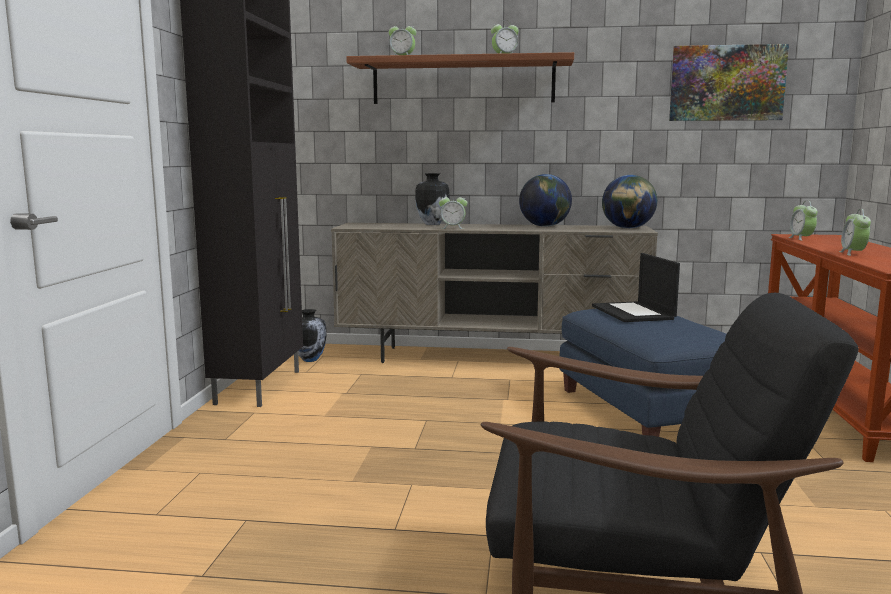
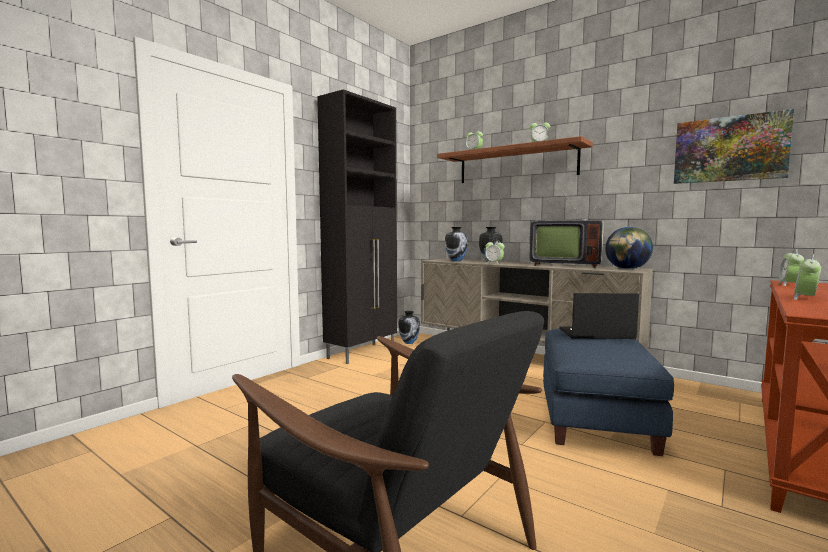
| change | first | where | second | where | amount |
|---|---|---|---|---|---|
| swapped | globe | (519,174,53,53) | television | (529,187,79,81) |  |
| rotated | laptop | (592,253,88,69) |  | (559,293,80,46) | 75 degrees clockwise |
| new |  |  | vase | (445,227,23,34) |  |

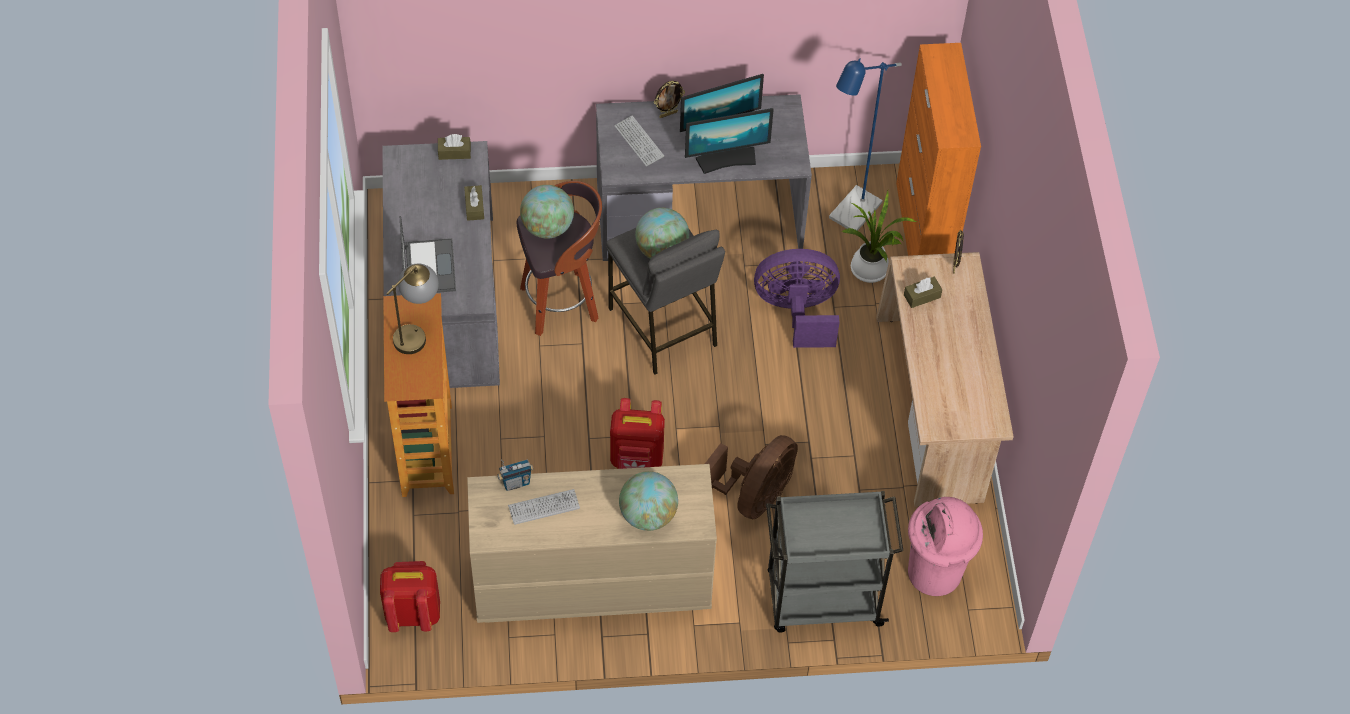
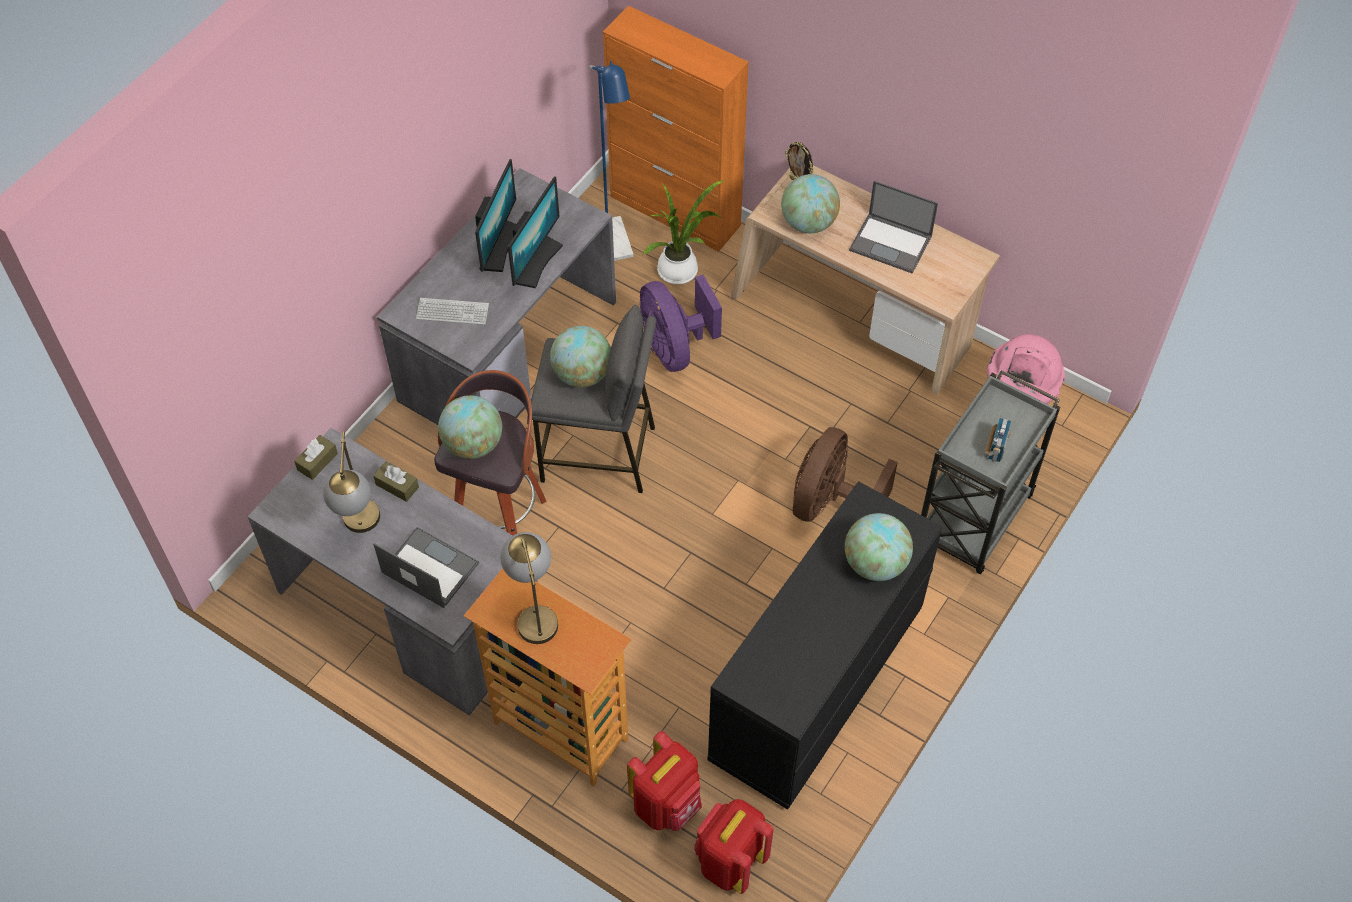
| change | first | where | second | where | amount |
|---|---|---|---|---|---|
| repainted | beige dresser | (467,464,250,159) | black dresser | (707,481,235,329) |  |
| shifted | radio | (498,459,35,32) |  | (985,418,26,44) |  |
| gone | keyboard | (508,489,72,36) |  |  |  |
| shifted | red backpack | (610,398,55,71) |  | (627,731,75,100) |  |
| gone | picture frame | (654,81,31,37) |  |  |  |
| rotated | brown fan | (705,435,93,84) |  | (793,427,105,95) | 135 degrees counterclockwise |
| rotated | purple fan | (754,249,86,99) |  | (640,275,82,97) | 60 degrees counterclockwise |
| swapped | brown tissue box | (904,277,38,31) | globe | (781,174,59,59) |  |
| new |  |  | table lamp | (323,431,57,102) |  |
| new |  |  | laptop | (849,181,89,93) |  |

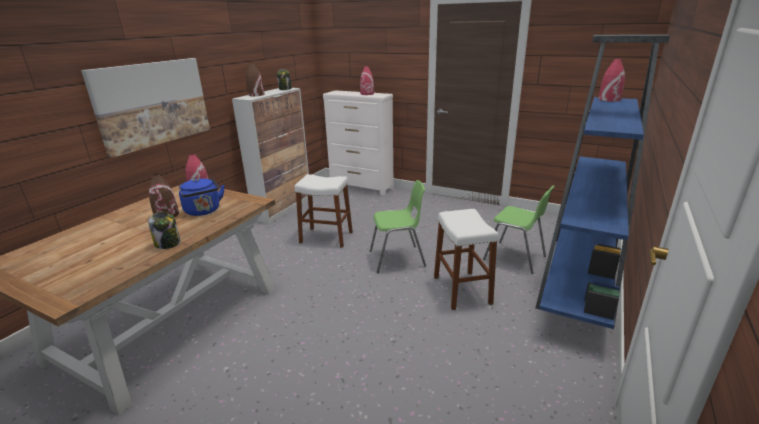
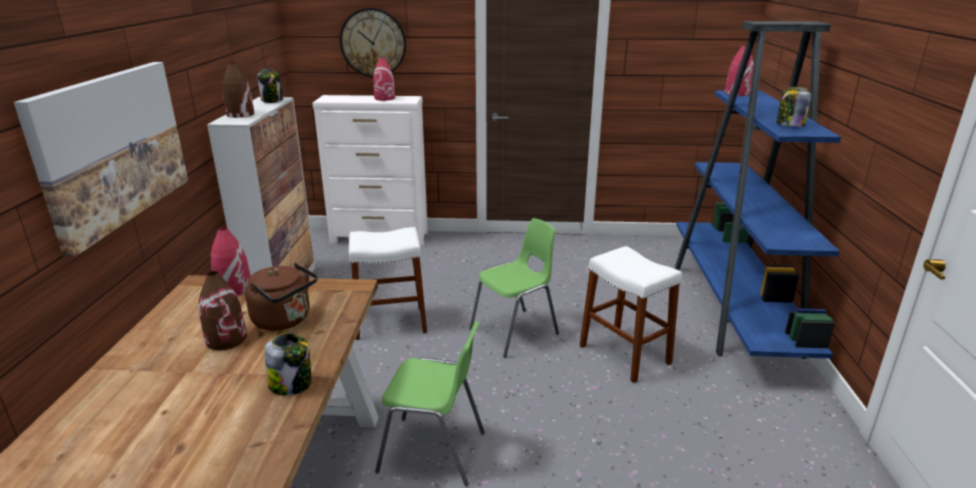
| change | first | where | second | where | amount |
|---|---|---|---|---|---|
| repainted | blue kettle | (179,178,45,38) | brown kettle | (245,263,73,68) |  |
| shifted | green chair | (483,186,72,88) |  | (375,321,110,165) |  |
| new |  |  | wall clock | (340,8,66,69) |  |
| new |  |  | jar | (776,87,35,40) |  |

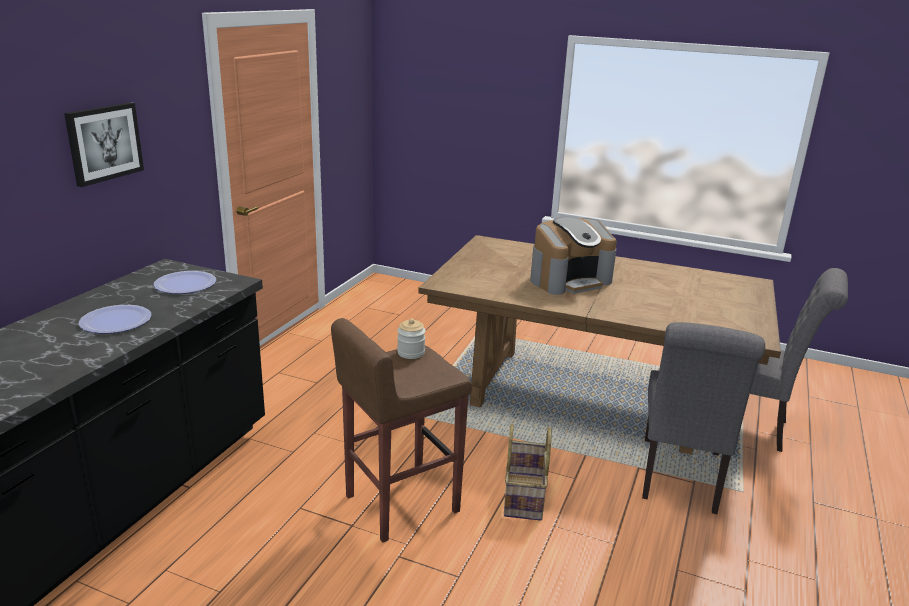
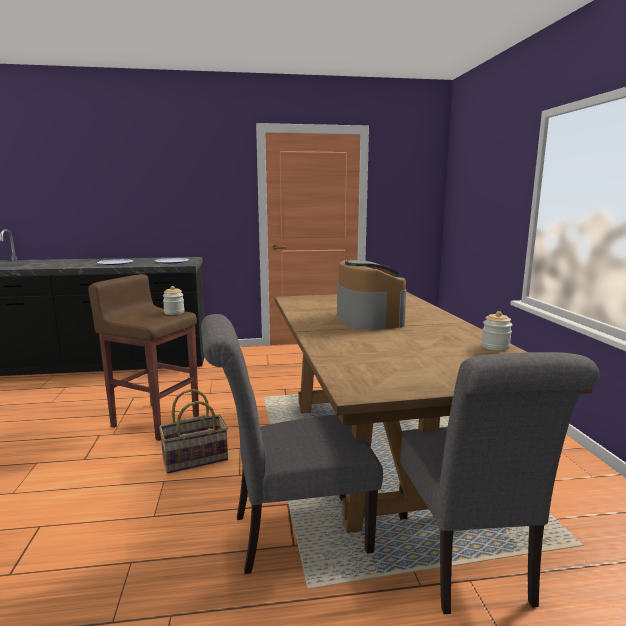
| change | first | where | second | where | amount |
|---|---|---|---|---|---|
| gone | picture | (64,102,80,85) |  |  |  |
| rotated | coffee machine | (530,217,87,78) |  | (337,260,70,70) | 135 degrees counterclockwise |
| new |  |  | jar | (481,311,31,40) |  |

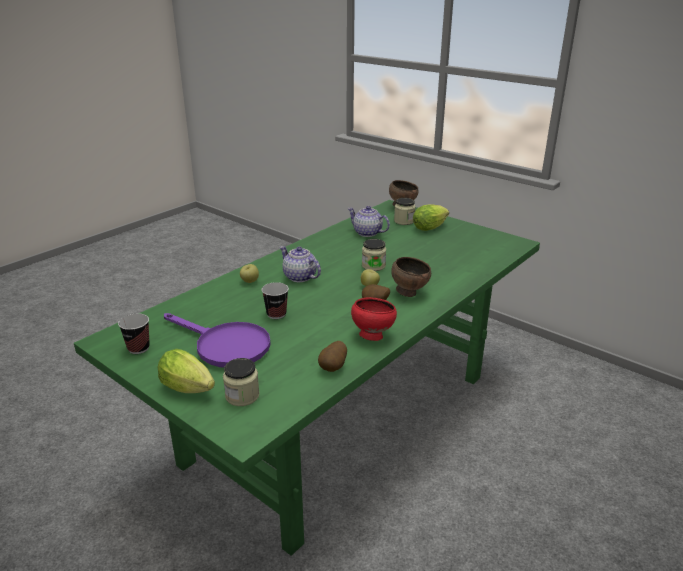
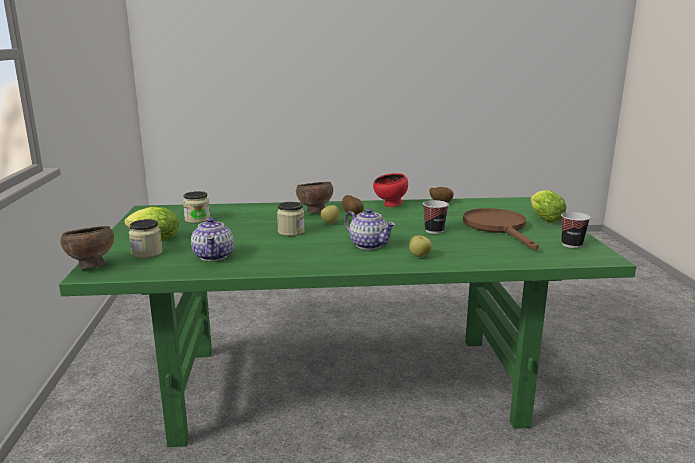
| change | first | where | second | where | amount |
|---|---|---|---|---|---|
| repainted | purple frying pan | (164,313,107,55) | brown frying pan | (463,208,76,42) |  |
| shifted | jar | (223,358,37,48) |  | (183,191,27,32) |  |
| rotated | teapot | (280,246,41,36) |  | (344,208,52,42) | 45 degrees counterclockwise |

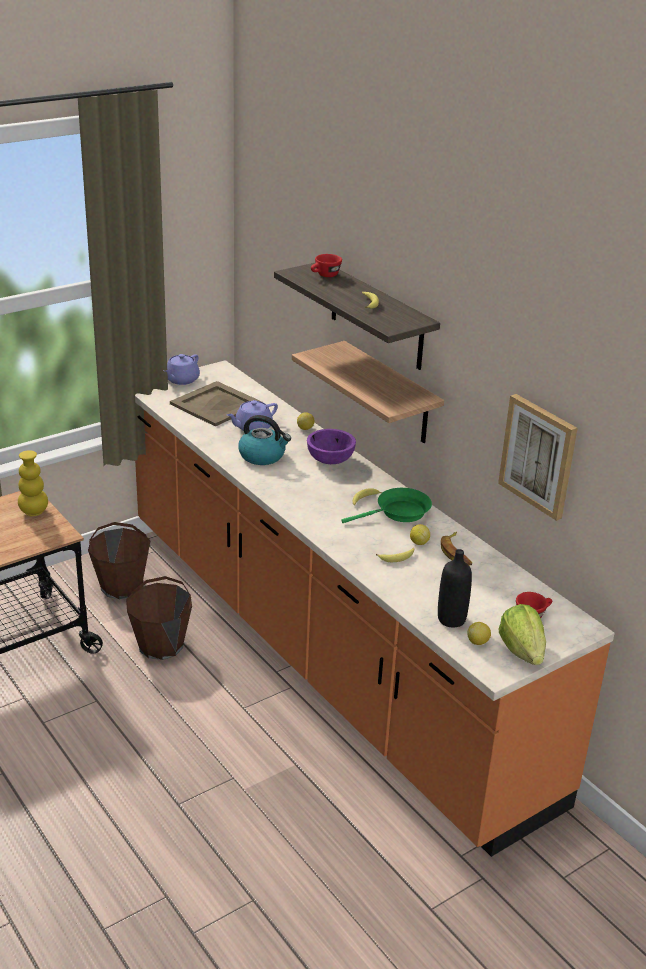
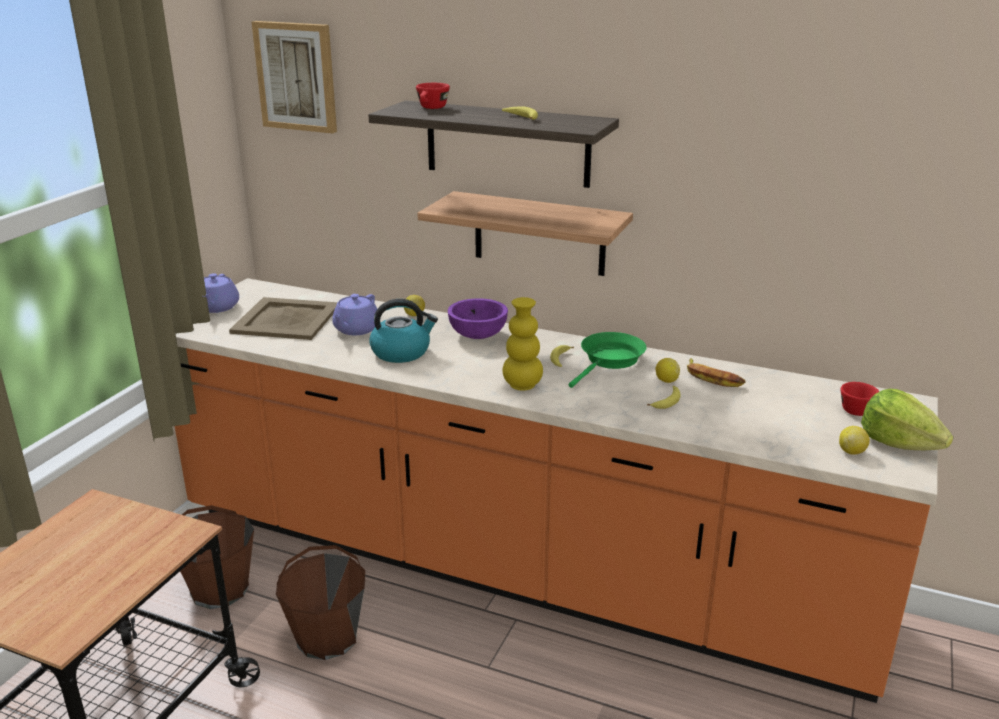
| change | first | where | second | where | amount |
|---|---|---|---|---|---|
| shifted | yellow vase | (18,450,30,66) |  | (503,297,40,94) |  |
| gone | black bottle | (438,549,34,78) |  |  |  |
| shifted | picture | (498,394,80,127) |  | (252,21,85,113) |  |

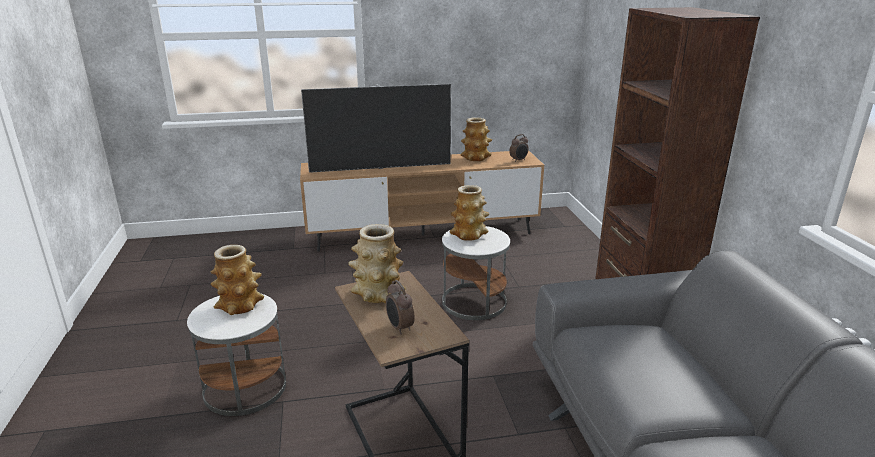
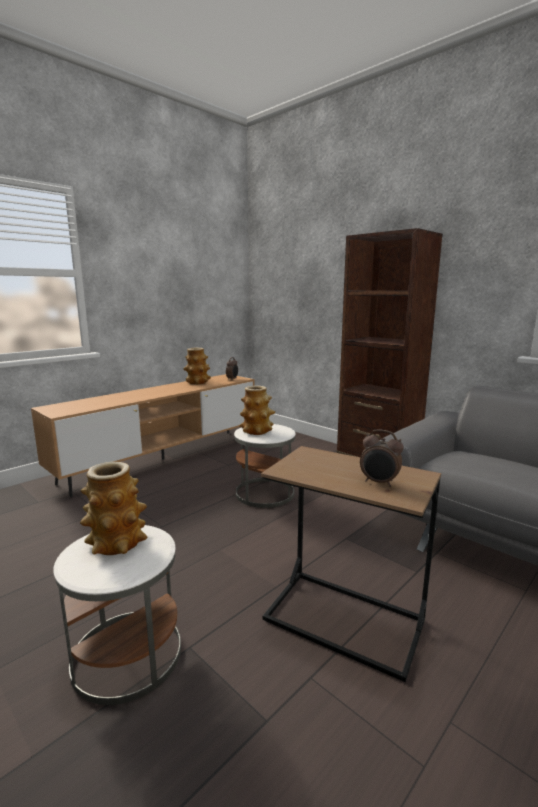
| change | first | where | second | where | amount |
|---|---|---|---|---|---|
| gone | television | (301,84,150,89) |  |  |  |
| gone | vase | (348,224,58,79) |  |  |  |

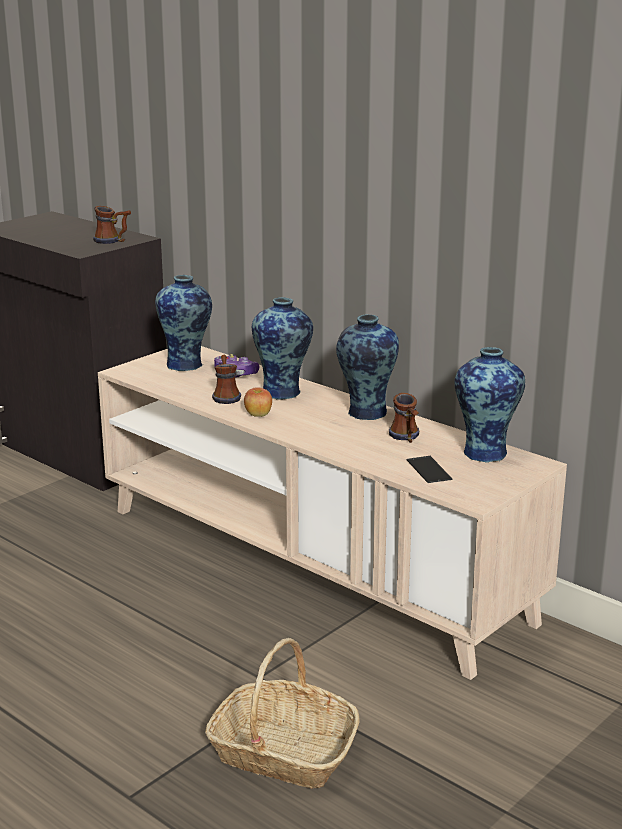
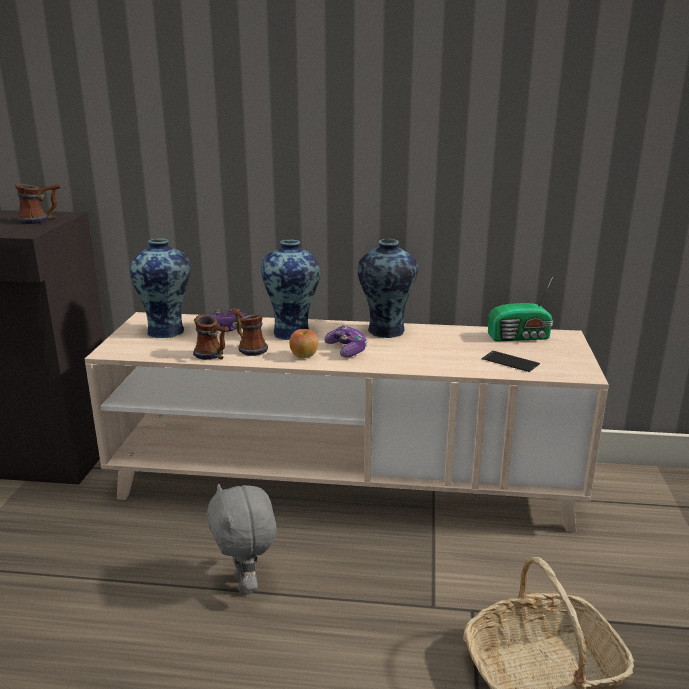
| change | first | where | second | where | amount |
|---|---|---|---|---|---|
| shifted | mug | (389,393,30,50) |  | (193,315,36,45) |  |
| swapped | vase | (454,347,71,116) | radio | (488,277,65,65) |  |
| new |  |  | grey plush toy | (206,483,71,112) |  |
| new |  |  | game controller | (324,324,44,34) |  |

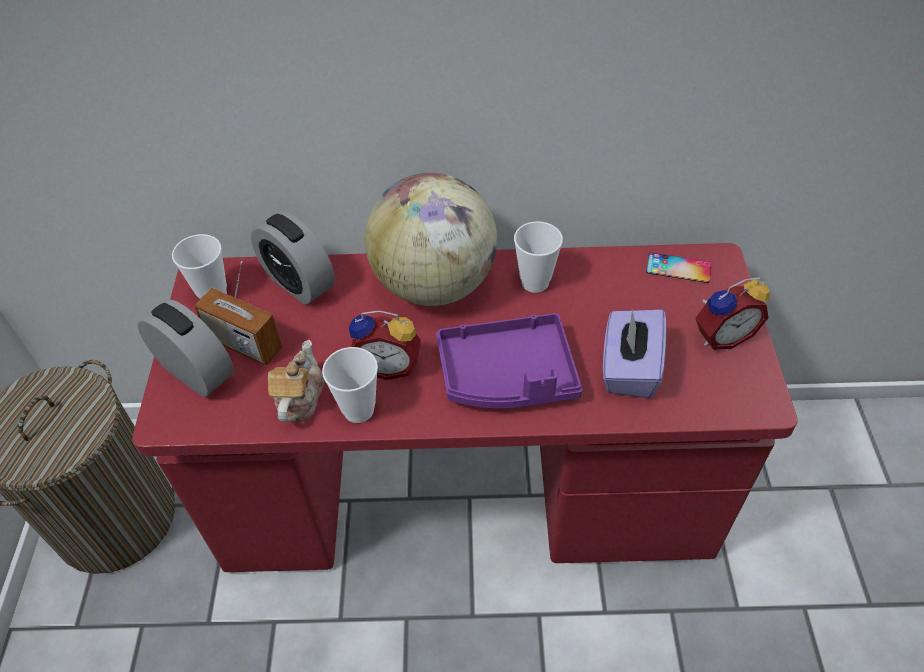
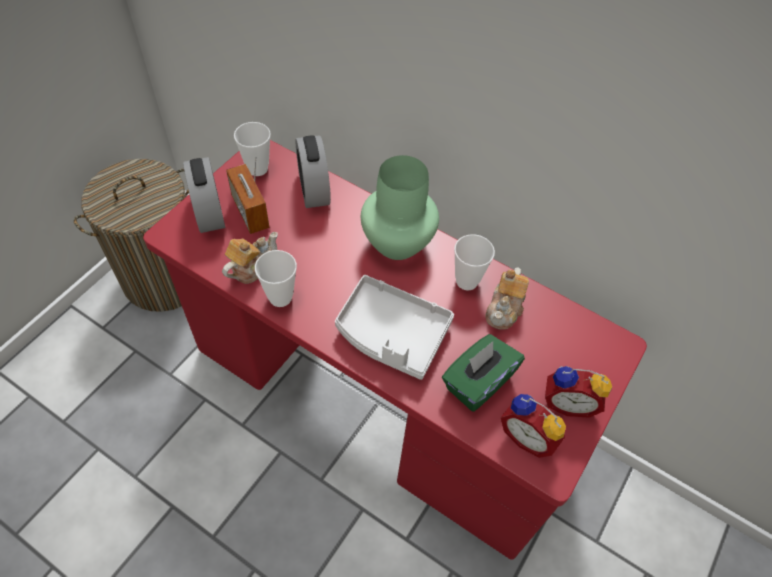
| change | first | where | second | where | amount |
|---|---|---|---|---|---|
| shifted | alarm clock | (349,310,72,70) |  | (501,394,65,64) |  |
| swapped | globe | (365,173,132,133) | green vase | (361,155,78,105) |  |
| repainted | purple tray | (436,313,147,96) | grey tray | (335,275,119,105) |  |
| repainted | purple tissue box | (603,310,63,88) | green tissue box | (442,334,83,78) |  |
| gone | phone | (646,252,65,31) |  |  |  |
| new |  |  | teapot | (485,267,44,63) |  |

